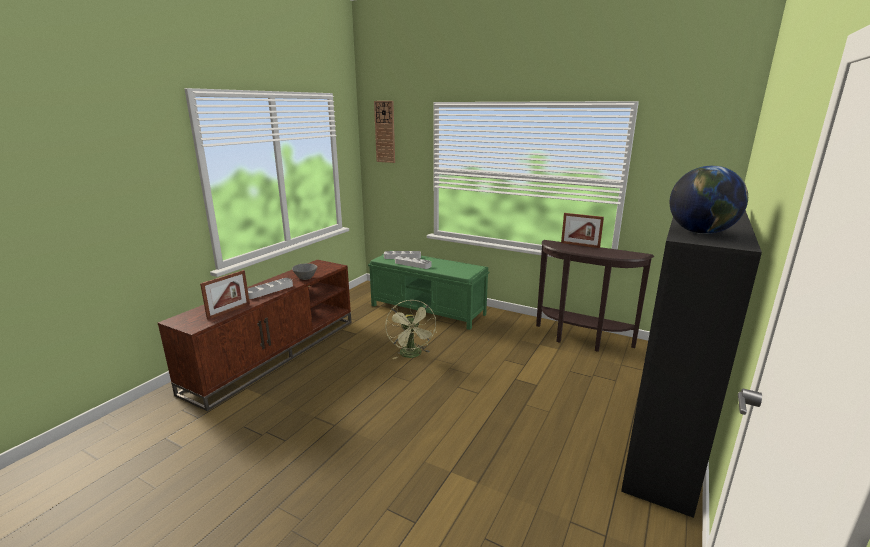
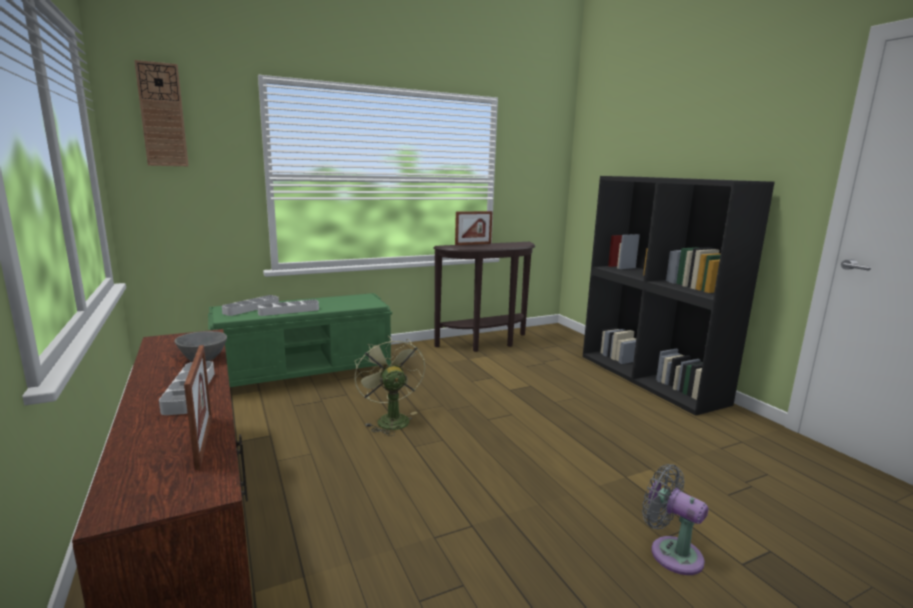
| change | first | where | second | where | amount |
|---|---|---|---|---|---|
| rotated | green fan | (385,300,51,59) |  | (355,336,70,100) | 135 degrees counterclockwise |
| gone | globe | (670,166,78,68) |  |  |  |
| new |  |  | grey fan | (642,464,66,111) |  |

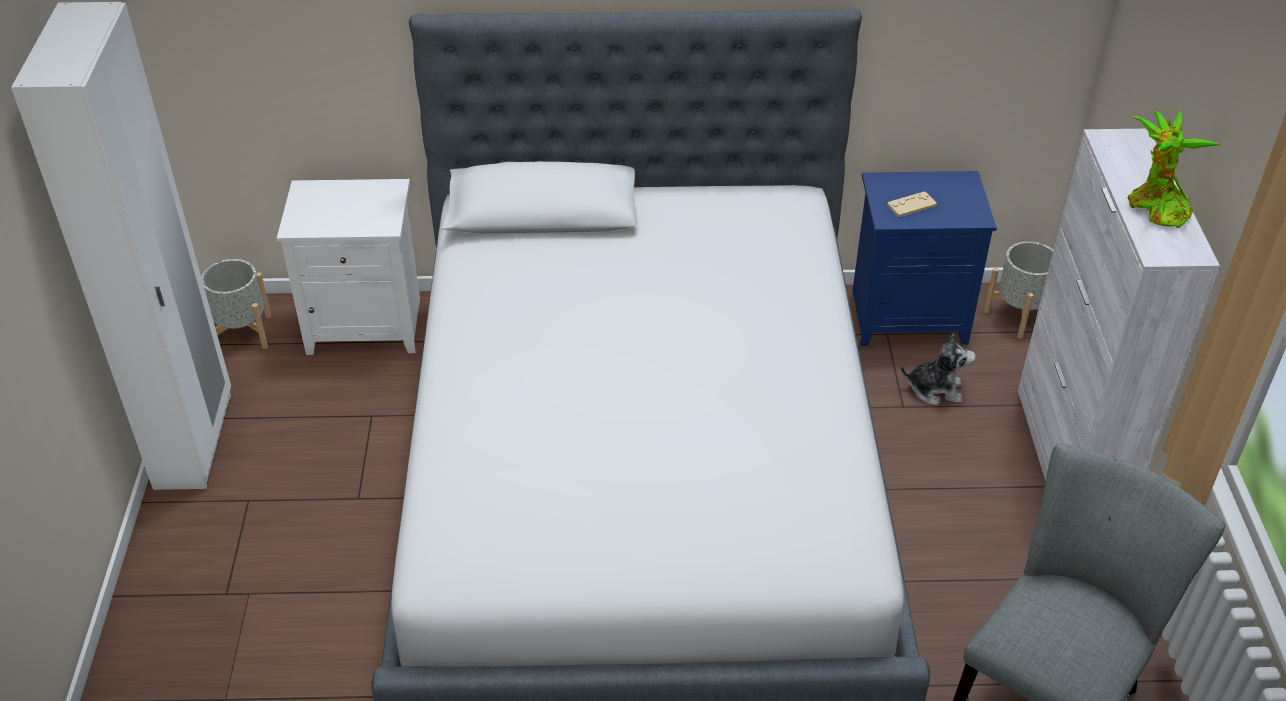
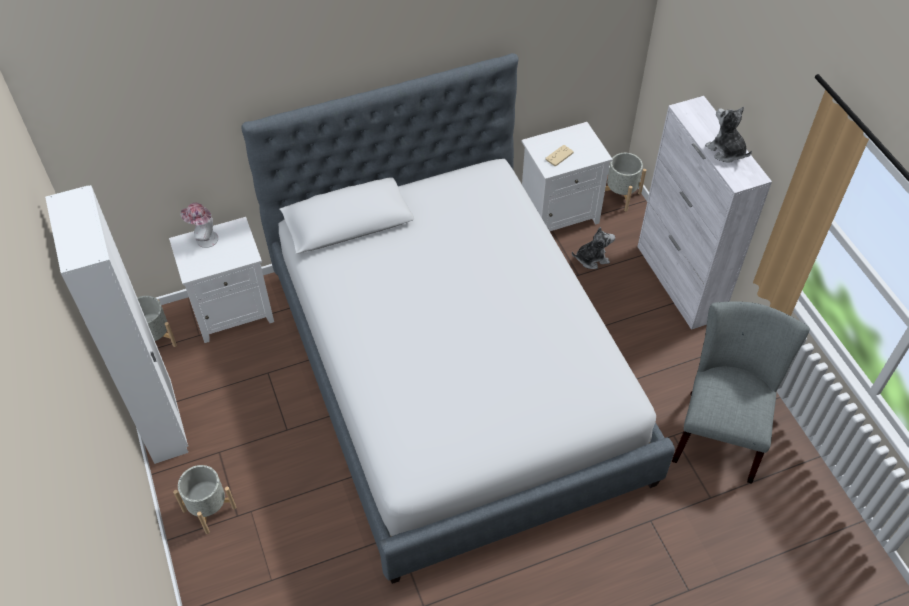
| change | first | where | second | where | amount |
|---|---|---|---|---|---|
| repainted | blue nightstand | (853,171,144,175) | white nightstand | (521,122,92,109) |  |
| swapped | potted plant | (1128,110,93,118) | plush toy | (705,107,47,55) |  |
| new |  |  | grey planter | (173,465,63,69) |  |
| new |  |  | hat | (180,203,38,45) |  |

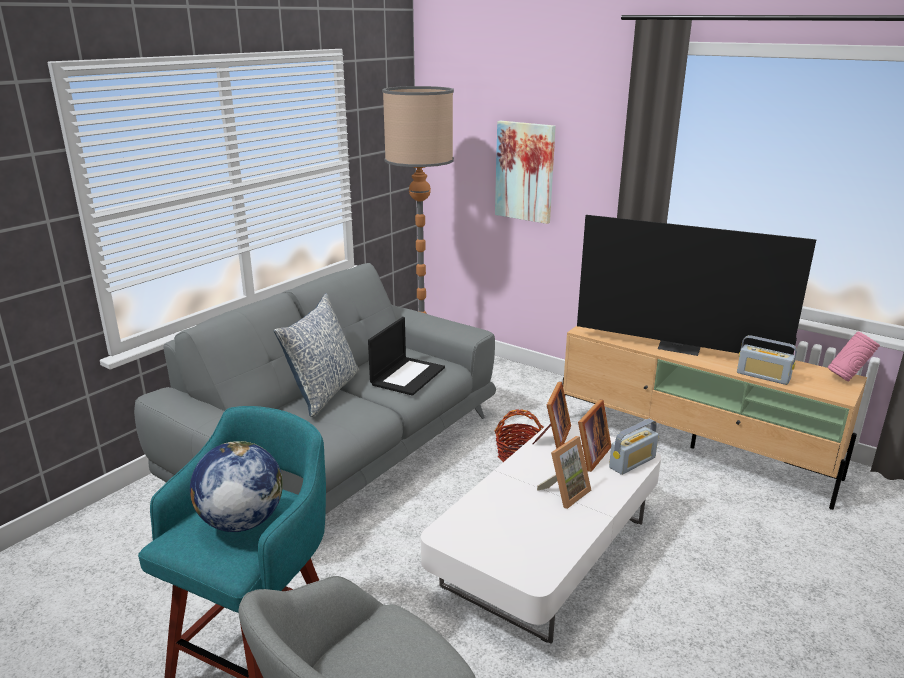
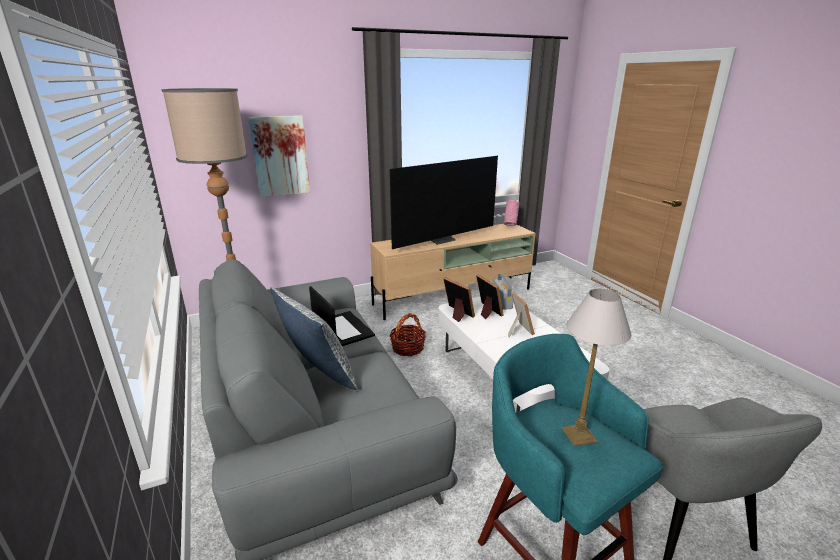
| change | first | where | second | where | amount |
|---|---|---|---|---|---|
| swapped | globe | (190,441,93,91) | table lamp | (561,289,70,157) |  |
| gone | radio | (737,335,60,50) |  |  |  |

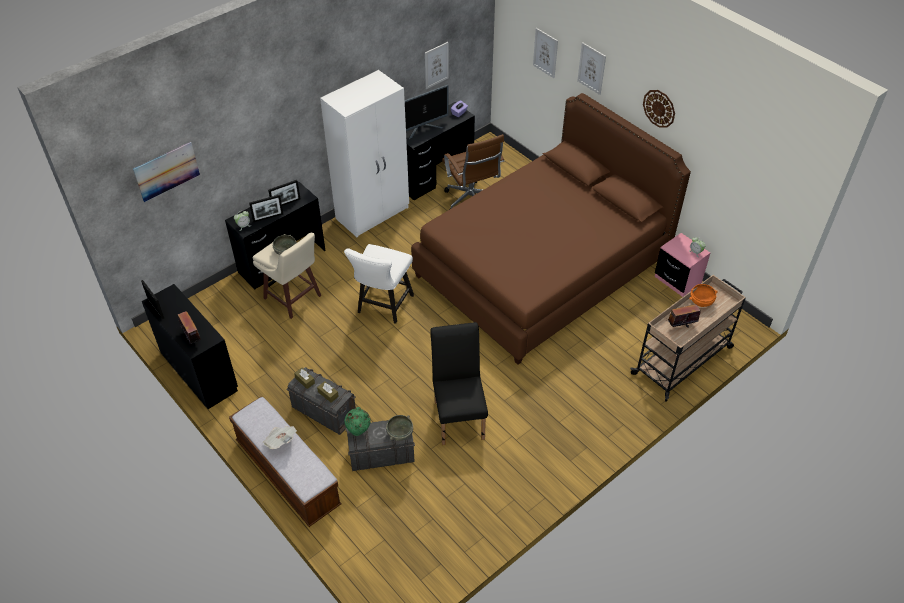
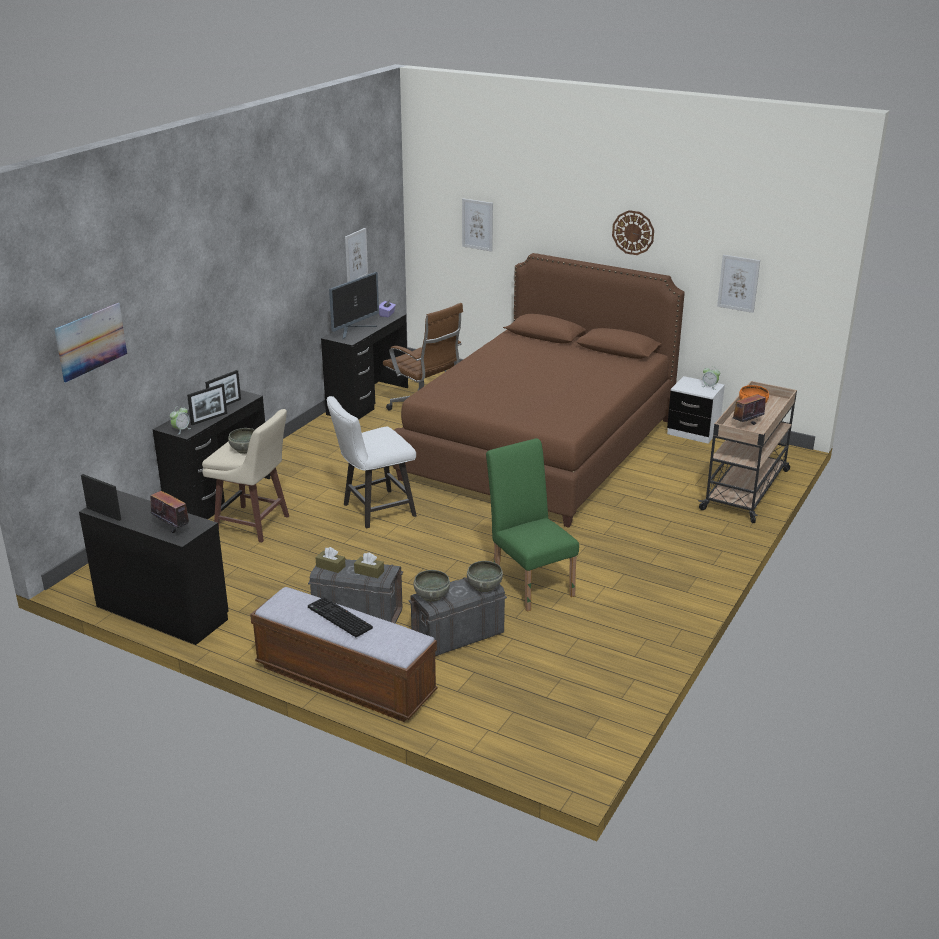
| change | first | where | second | where | amount |
|---|---|---|---|---|---|
| swapped | newspaper | (263,426,34,23) | keyboard | (308,597,65,40) |  |
| gone | white wardrobe | (320,70,89,167) |  |  |  |
| rotated | white chair | (344,244,70,80) |  | (326,396,91,133) | 60 degrees clockwise |
| swapped | green vase | (344,407,27,29) | grey bowl | (414,570,36,32) |  |
| repainted | black chair | (431,322,57,123) | green chair | (486,438,93,174) |  |
| shifted | picture | (577,42,29,53) |  | (717,255,43,58) |  |
| repainted | pink nightstand | (655,233,55,64) | white nightstand | (667,376,58,68) |  |

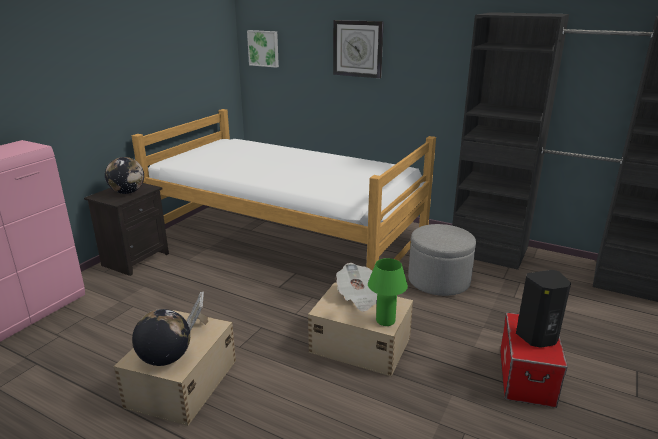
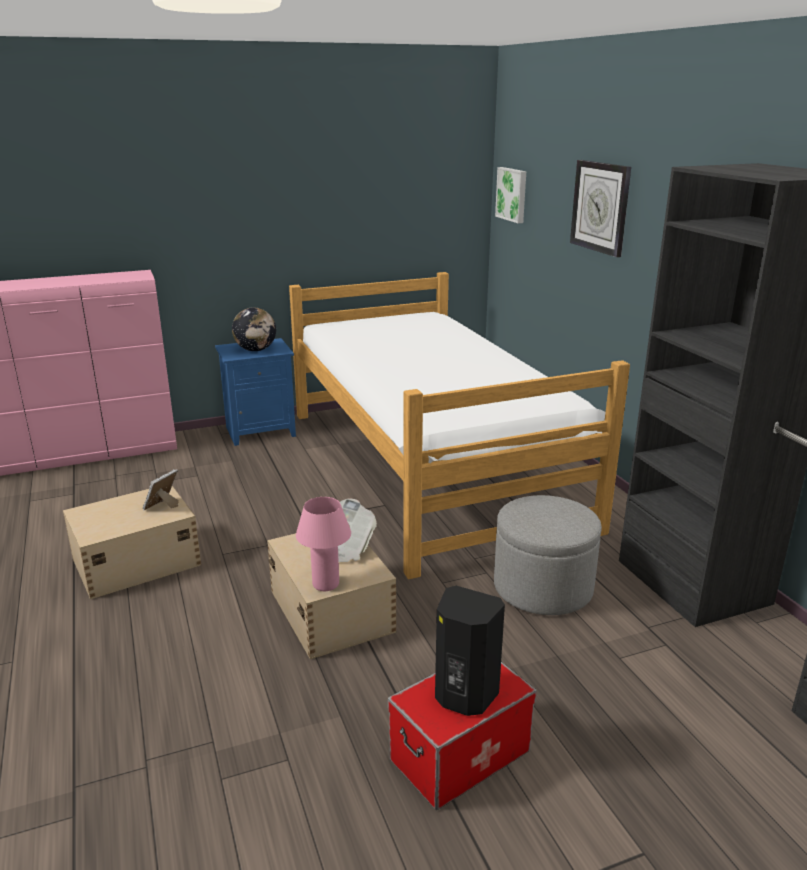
| change | first | where | second | where | amount |
|---|---|---|---|---|---|
| repainted | black nightstand | (84,183,85,93) | blue nightstand | (215,338,81,108) |  |
| gone | globe | (132,309,58,57) |  |  |  |
| repainted | green table lamp | (368,258,40,68) | pink table lamp | (296,497,55,94) |  |

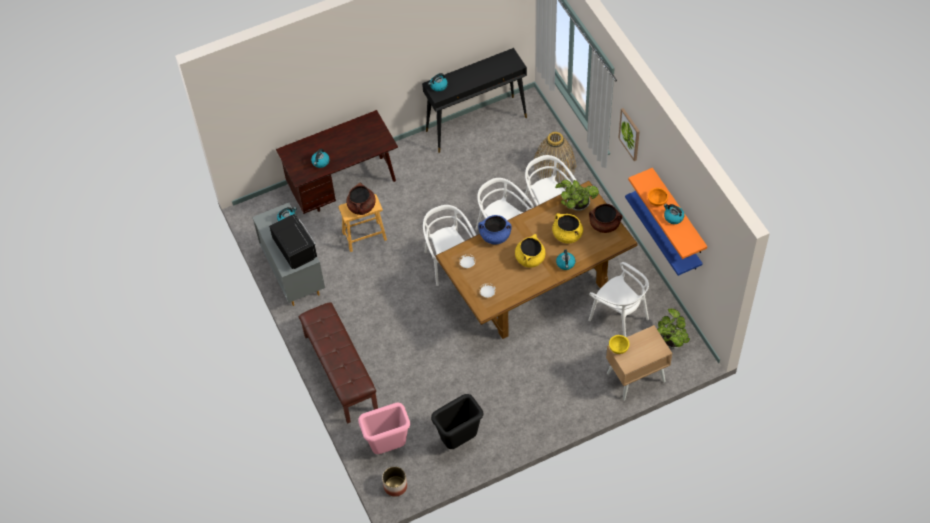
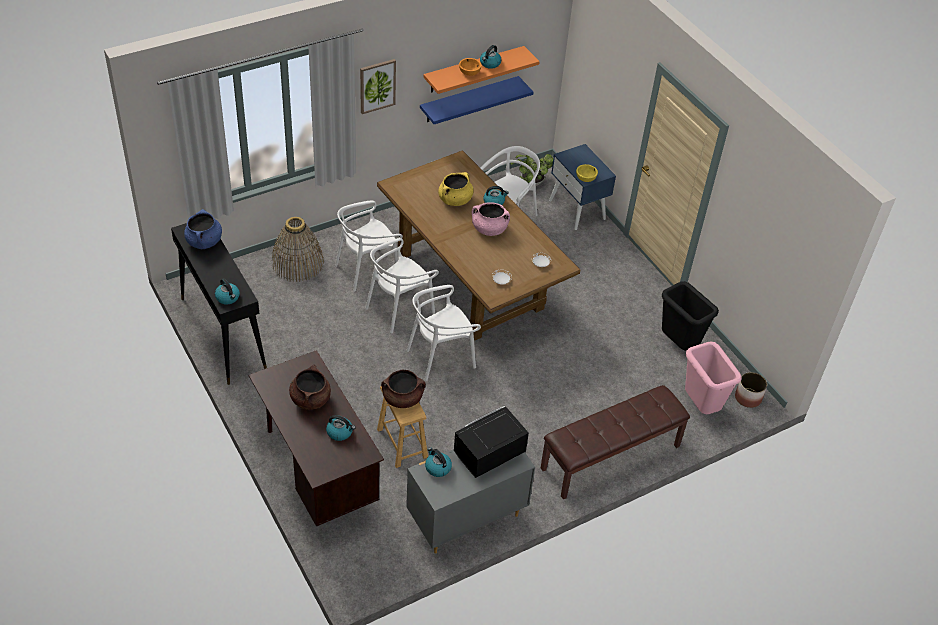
| change | first | where | second | where | amount |
|---|---|---|---|---|---|
| shifted | blue cooking pot | (478,215,34,29) |  | (184,209,38,40) |  |
| repainted | yellow cooking pot | (515,234,30,34) | pink cooking pot | (472,202,38,34) |  |
| gone | potted plant | (555,180,44,31) |  |  |  |
| shifted | brown cooking pot | (589,204,33,29) |  | (289,365,42,45) |  |
| repainted | beige nightstand | (606,325,67,76) | blue nightstand | (549,144,67,86) |  |

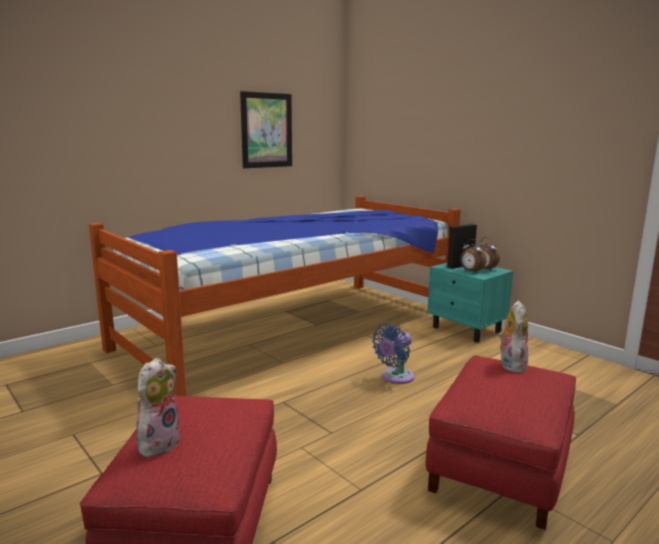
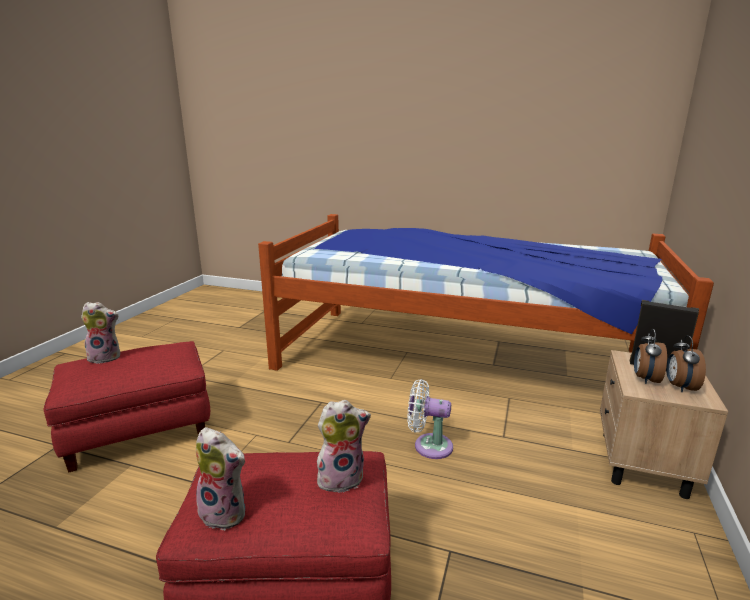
| change | first | where | second | where | amount |
|---|---|---|---|---|---|
| gone | picture | (240,91,52,77) |  |  |  |
| repainted | blue fan | (372,324,42,60) | white fan | (407,379,46,80) |  |
| repainted | turquoise nightstand | (427,263,86,80) | beige nightstand | (600,350,128,149) |  |
| new |  |  | plush toy | (196,427,49,104) |  |

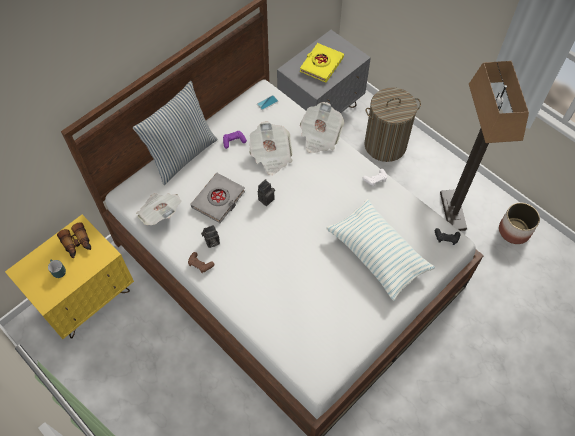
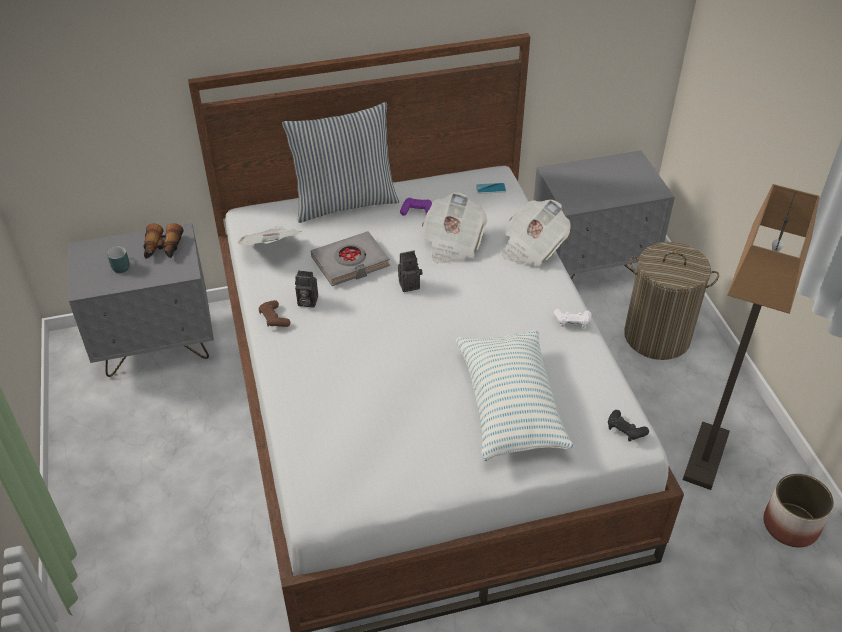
| change | first | where | second | where | amount |
|---|---|---|---|---|---|
| repainted | yellow nightstand | (5,215,129,124) | grey nightstand | (68,223,146,154) |  |
| gone | yellow book | (300,43,44,40) |  |  |  |

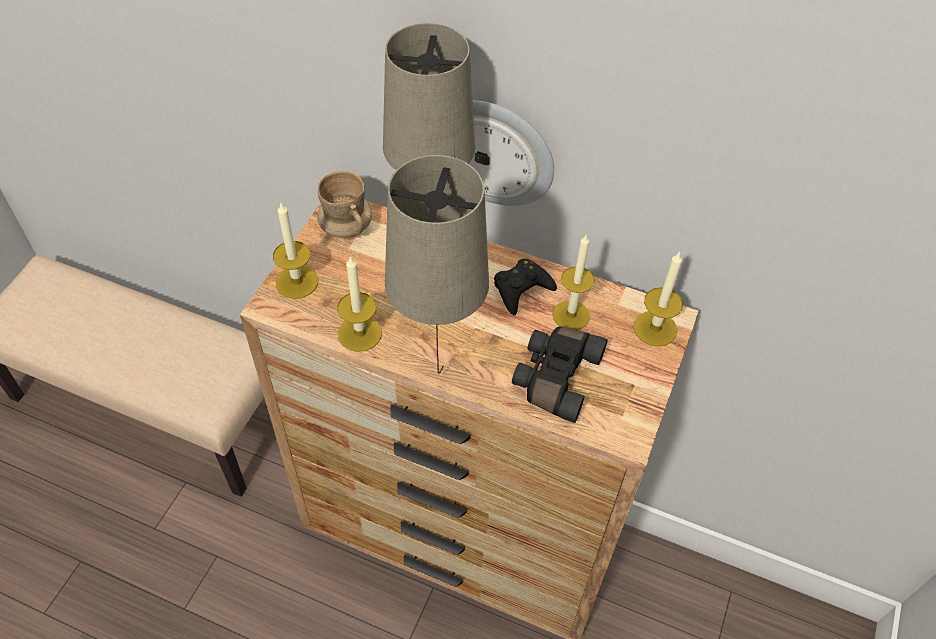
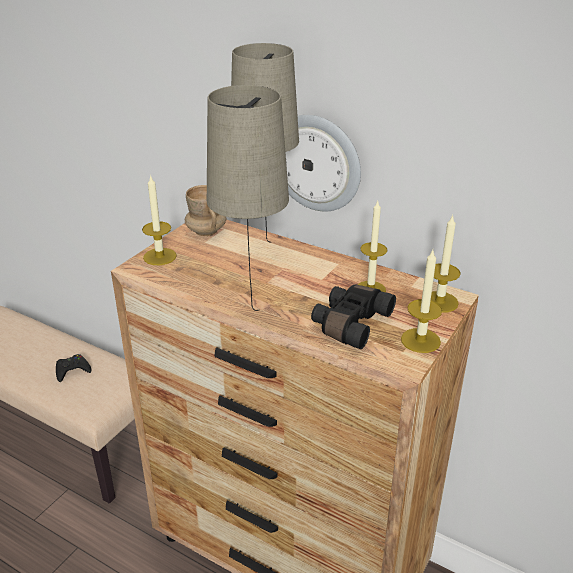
| change | first | where | second | where | amount |
|---|---|---|---|---|---|
| shifted | candle | (337,255,45,97) |  | (401,250,42,103) |  |
| shifted | black game controller | (494,259,63,56) |  | (56,354,36,28) |  |

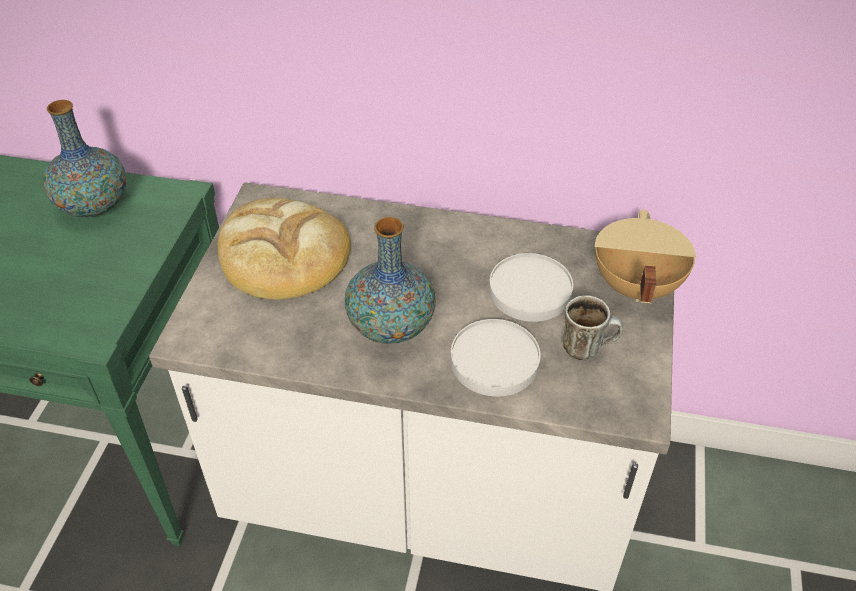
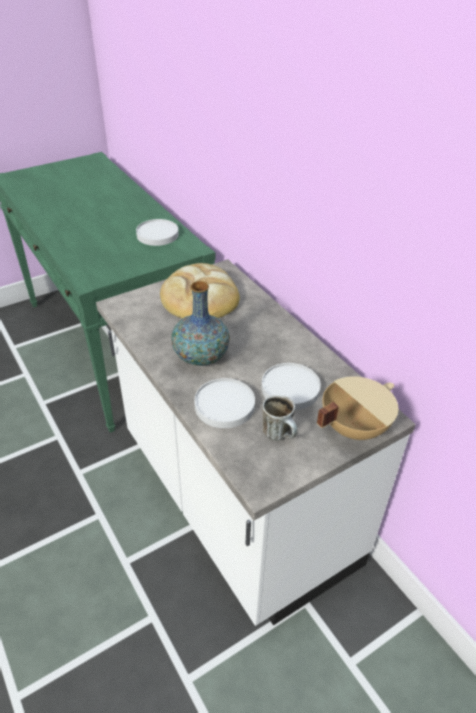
| change | first | where | second | where | amount |
|---|---|---|---|---|---|
| swapped | vase | (43,100,83,117) | white plate | (136,219,43,27) |  |

